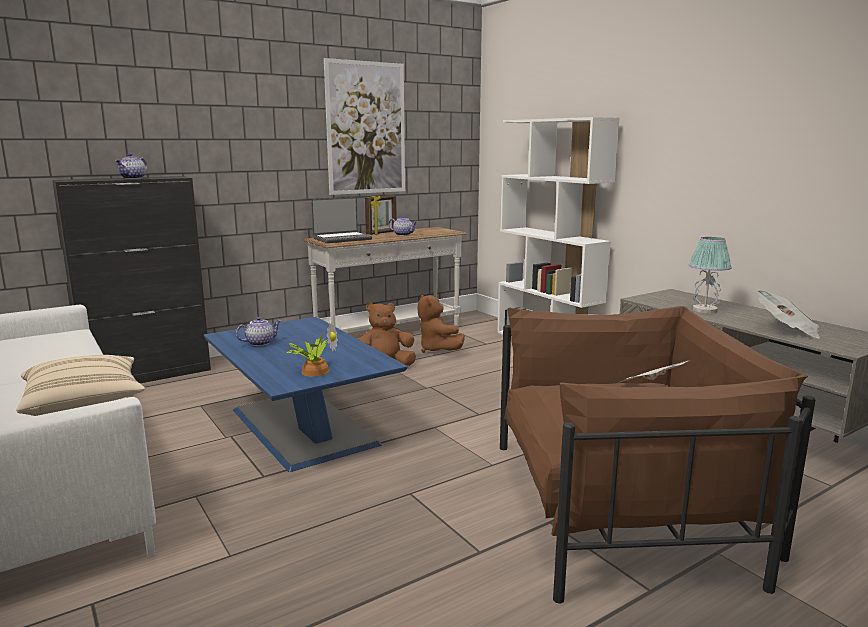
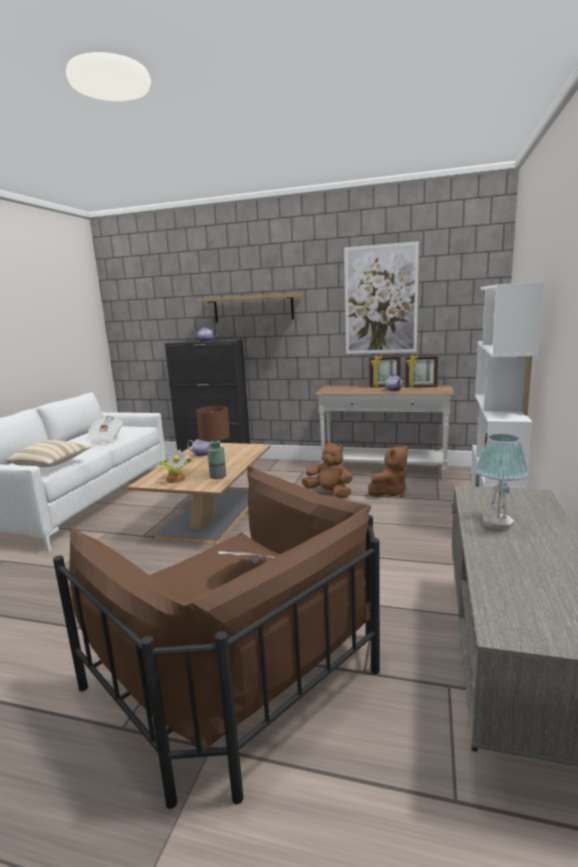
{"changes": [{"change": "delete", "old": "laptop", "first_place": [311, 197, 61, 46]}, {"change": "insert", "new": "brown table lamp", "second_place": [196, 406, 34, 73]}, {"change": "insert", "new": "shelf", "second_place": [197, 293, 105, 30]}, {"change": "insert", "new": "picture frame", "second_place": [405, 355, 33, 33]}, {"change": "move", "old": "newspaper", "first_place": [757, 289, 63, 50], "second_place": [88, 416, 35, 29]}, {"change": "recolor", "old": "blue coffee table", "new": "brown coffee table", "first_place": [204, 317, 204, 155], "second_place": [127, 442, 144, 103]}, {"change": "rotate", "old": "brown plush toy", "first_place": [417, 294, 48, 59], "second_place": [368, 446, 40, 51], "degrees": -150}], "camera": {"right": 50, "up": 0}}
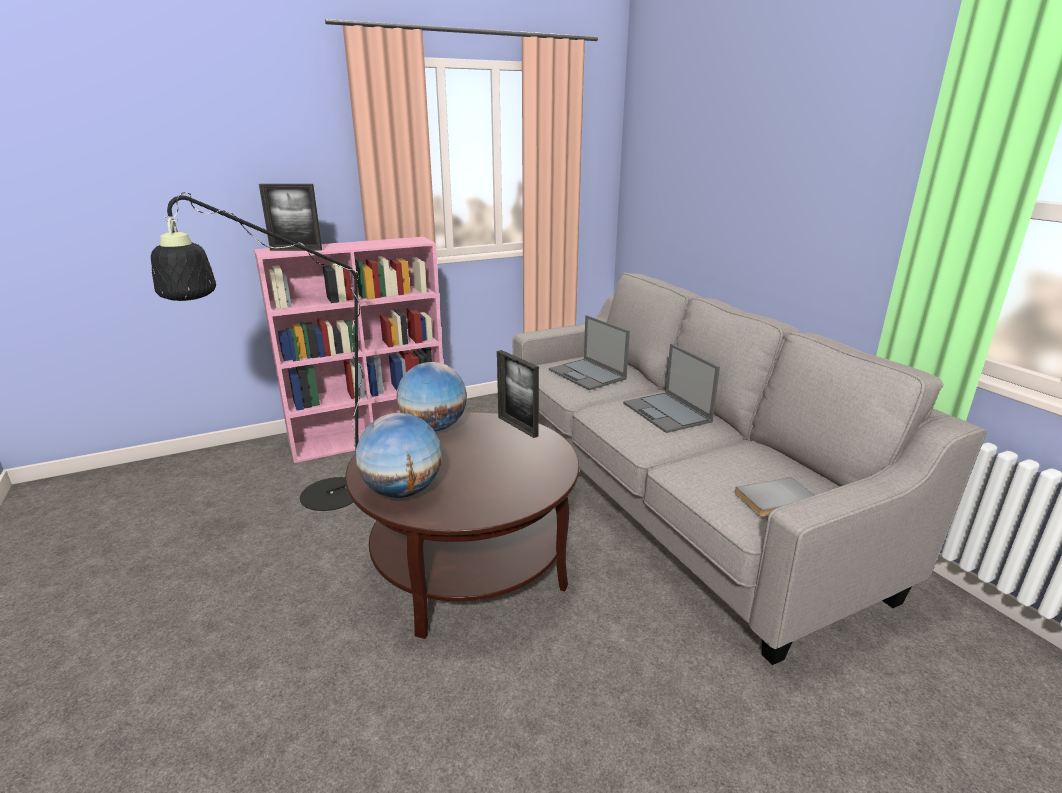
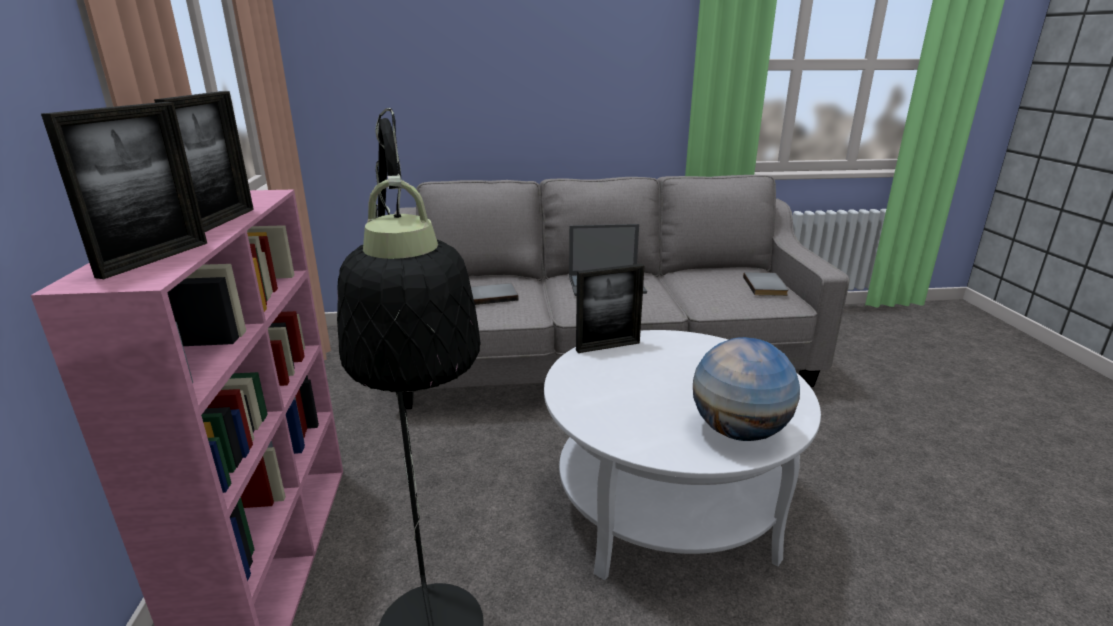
{"changes": [{"change": "delete", "old": "globe", "first_place": [396, 362, 71, 69]}, {"change": "insert", "new": "picture frame", "second_place": [154, 91, 100, 141]}, {"change": "replace", "old": "laptop", "new": "grey book", "first_place": [549, 315, 81, 75], "second_place": [471, 283, 47, 22]}, {"change": "recolor", "old": "brown coffee table", "new": "white coffee table", "first_place": [345, 413, 234, 226], "second_place": [544, 330, 277, 250]}], "camera": {"right": -70, "up": 0}}
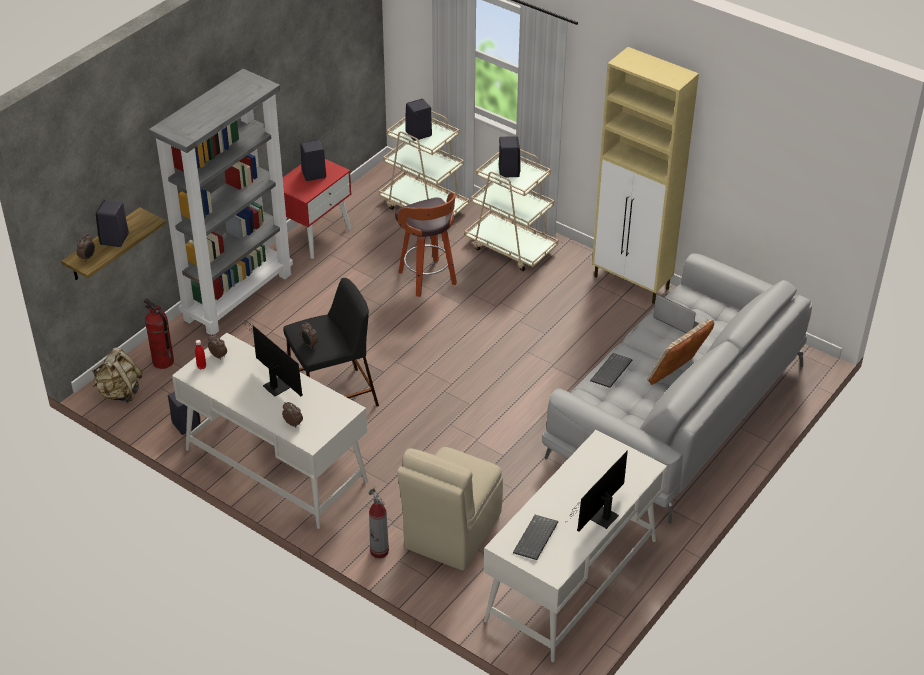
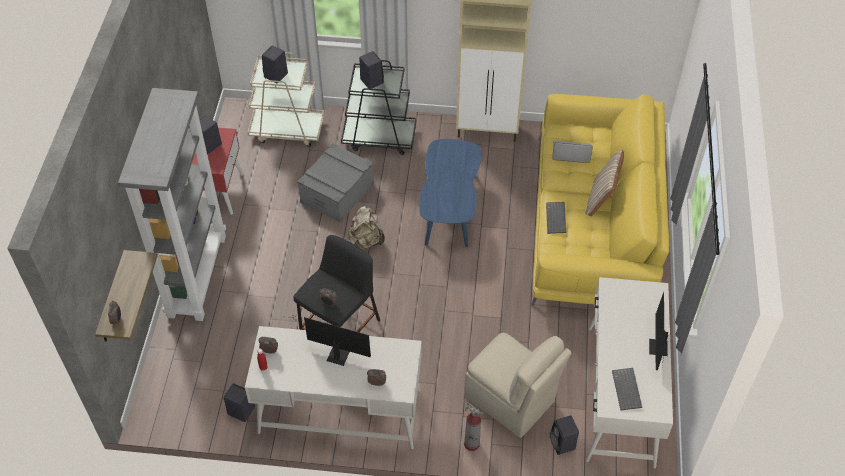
{"changes": [{"change": "delete", "old": "fire extinguisher", "first_place": [144, 298, 30, 71]}, {"change": "insert", "new": "blue coffee table", "second_place": [419, 139, 62, 108]}, {"change": "move", "old": "beige backpack", "first_place": [92, 347, 50, 56], "second_place": [348, 206, 37, 43]}, {"change": "move", "old": "black speaker", "first_place": [96, 200, 33, 47], "second_place": [550, 415, 29, 40]}, {"change": "replace", "old": "stool", "new": "grey storage box", "first_place": [395, 193, 62, 104], "second_place": [297, 143, 77, 79]}, {"change": "recolor", "old": "beige cart", "new": "black cart", "first_place": [465, 149, 93, 122], "second_place": [341, 60, 75, 95]}, {"change": "recolor", "old": "grey sofa", "new": "yellow sofa", "first_place": [542, 253, 270, 271], "second_place": [531, 94, 138, 212]}, {"change": "rotate", "old": "beige chair", "first_place": [397, 447, 106, 124], "second_place": [464, 333, 107, 105], "degrees": -45}], "camera": {"right": -30, "up": 10}}
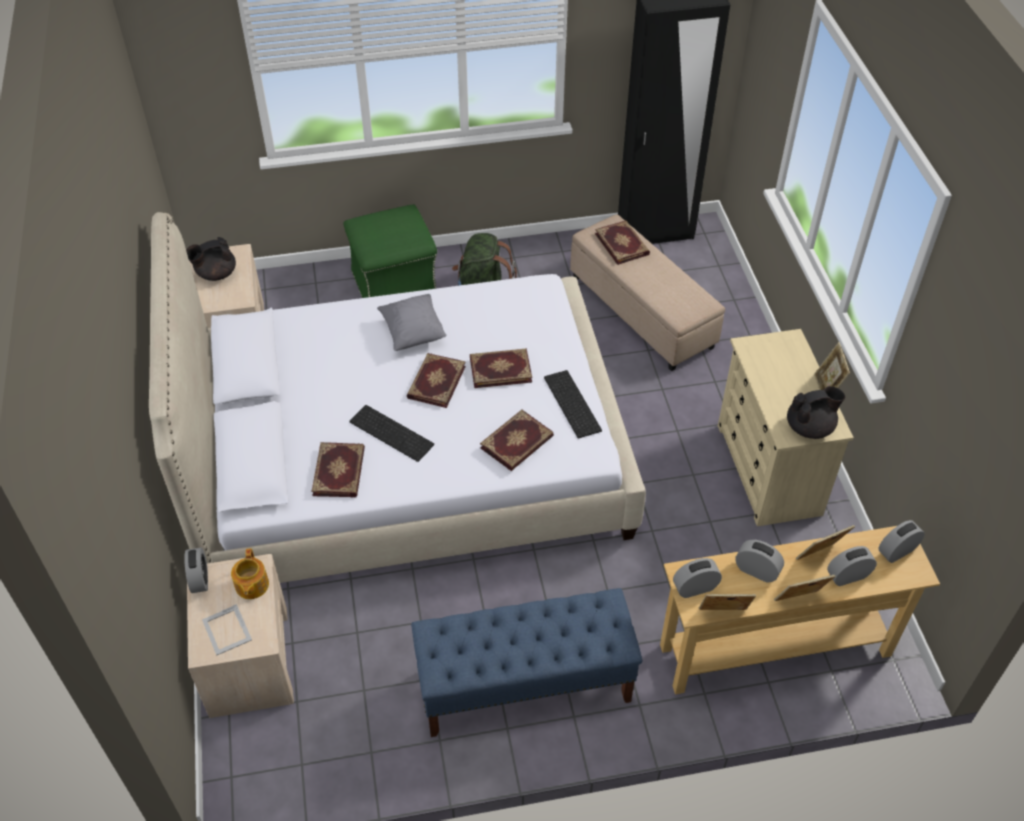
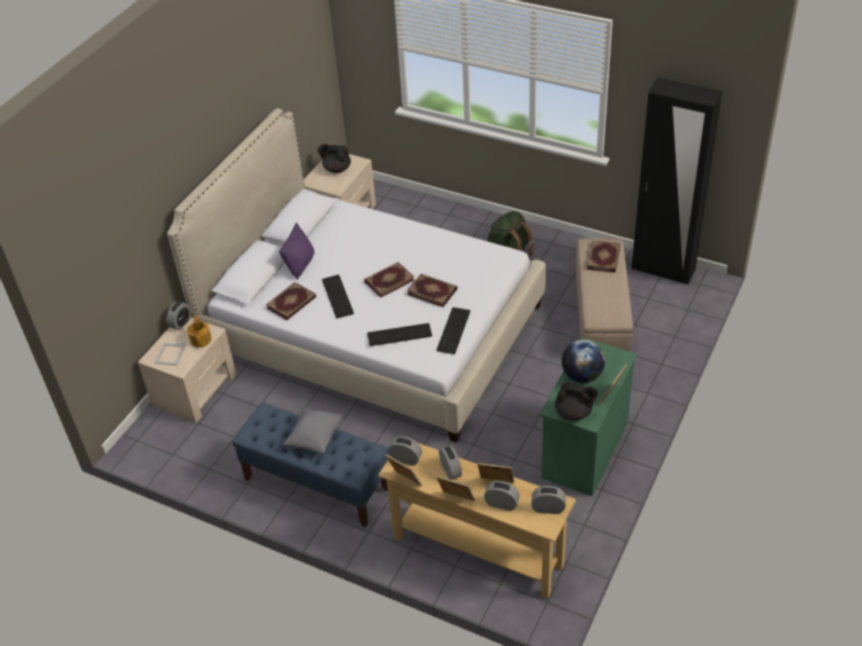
{"changes": [{"change": "delete", "old": "green ottoman", "first_place": [344, 204, 93, 94]}, {"change": "insert", "new": "purple pillow", "second_place": [279, 223, 36, 57]}, {"change": "insert", "new": "globe", "second_place": [562, 340, 43, 43]}, {"change": "move", "old": "grey pillow", "first_place": [377, 294, 70, 57], "second_place": [283, 407, 59, 46]}, {"change": "replace", "old": "book", "new": "keyboard", "first_place": [480, 410, 74, 61], "second_place": [367, 323, 65, 23]}, {"change": "recolor", "old": "beige dresser", "new": "green dresser", "first_place": [718, 329, 136, 197], "second_place": [540, 337, 97, 159]}, {"change": "rotate", "old": "teapot", "first_place": [231, 549, 38, 50], "second_place": [187, 315, 25, 33], "degrees": 135}], "camera": {"right": 40, "up": -5}}
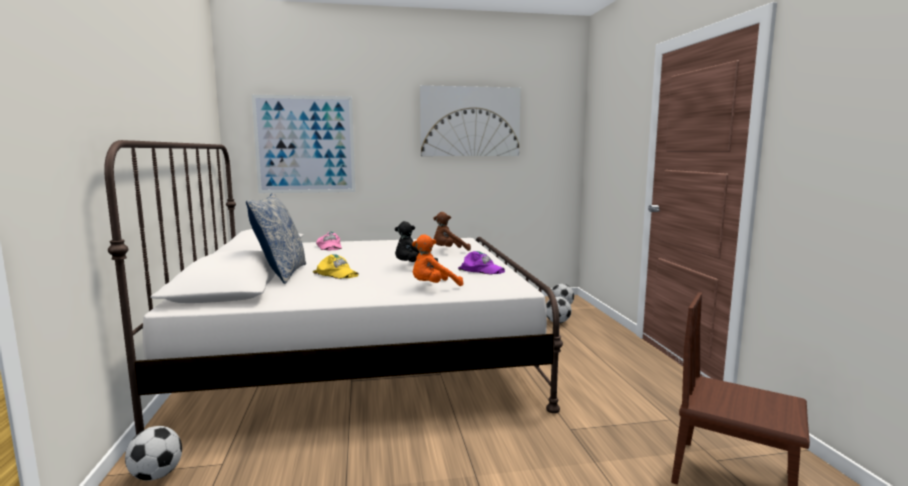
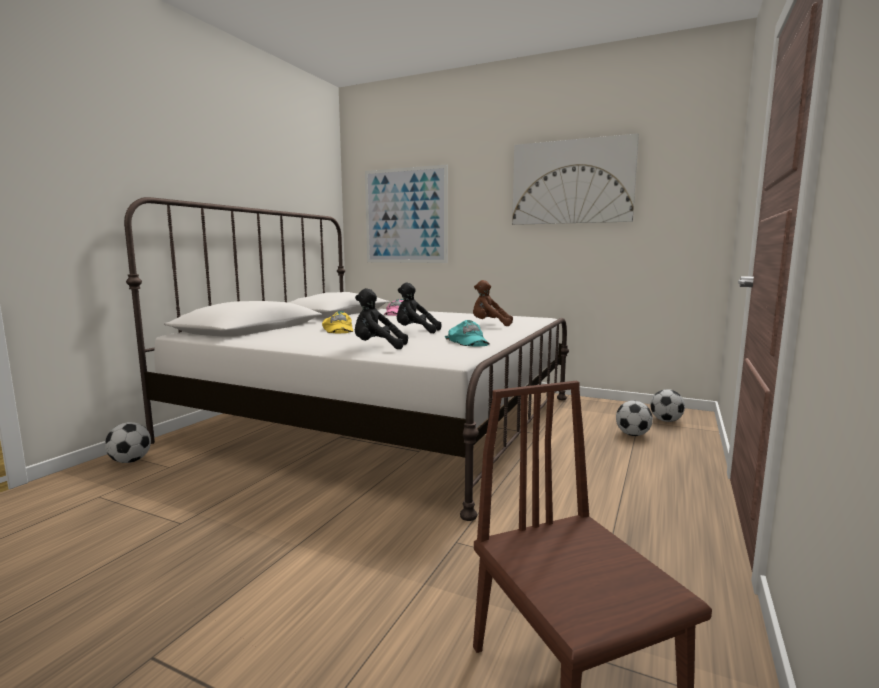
{"changes": [{"change": "delete", "old": "pillow", "first_place": [246, 193, 60, 91]}, {"change": "recolor", "old": "orange plush toy", "new": "black plush toy", "first_place": [412, 234, 51, 52], "second_place": [355, 288, 53, 61]}, {"change": "recolor", "old": "purple cap", "new": "turquoise cap", "first_place": [458, 251, 47, 23], "second_place": [445, 320, 45, 27]}], "camera": {"right": 35, "up": 0}}
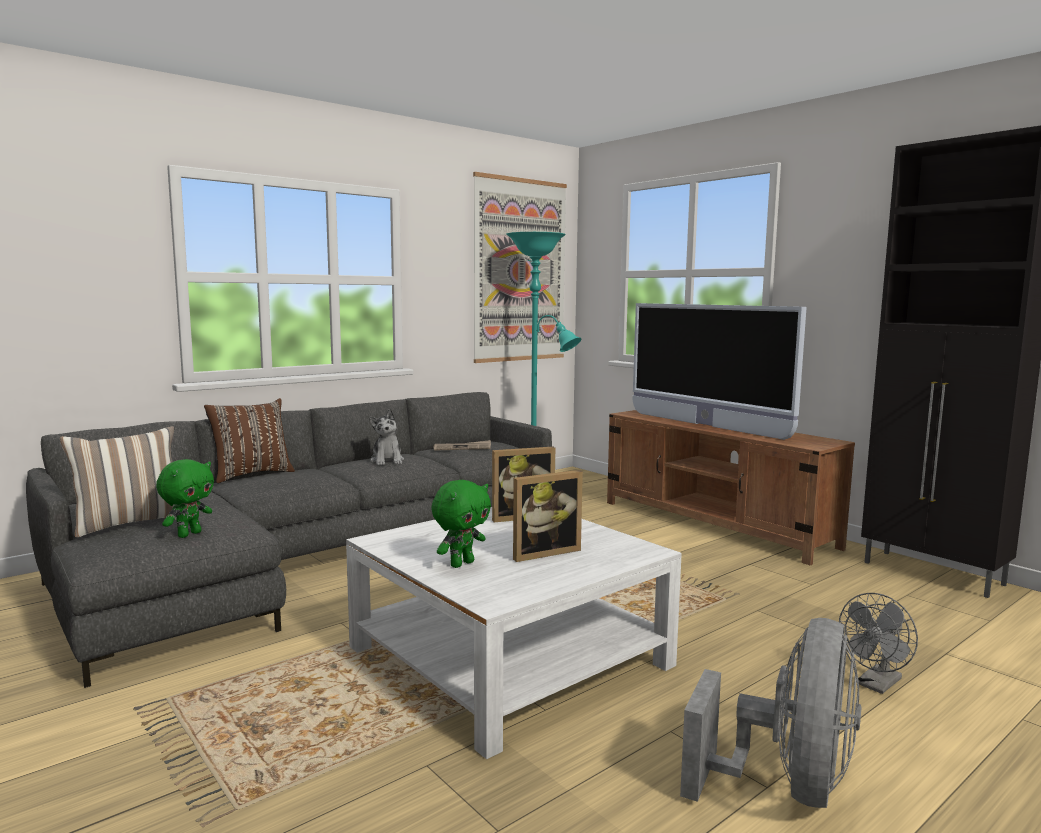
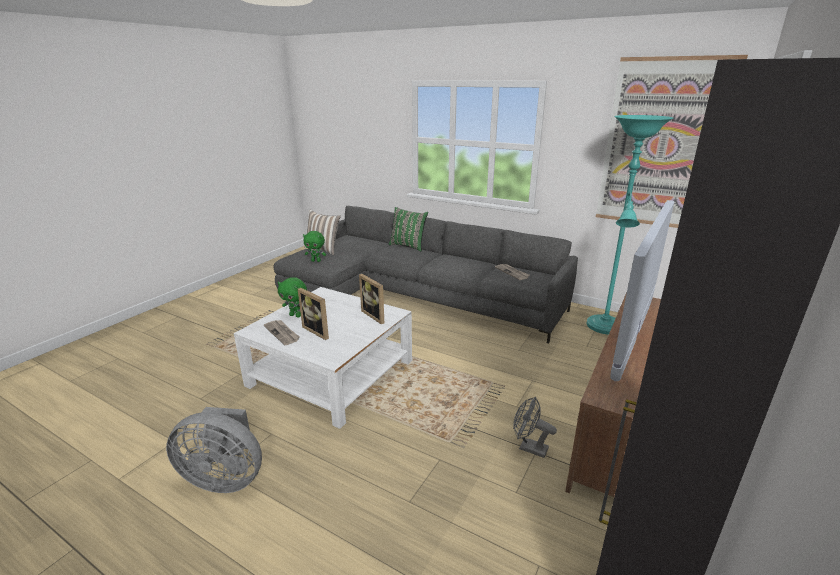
{"changes": [{"change": "delete", "old": "plush toy", "first_place": [369, 409, 35, 57]}, {"change": "insert", "new": "newspaper", "second_place": [264, 320, 35, 25]}, {"change": "move", "old": "grey fan", "first_place": [839, 593, 79, 101], "second_place": [513, 397, 44, 61]}, {"change": "recolor", "old": "brown pillow", "new": "green pillow", "first_place": [204, 398, 91, 85], "second_place": [389, 207, 39, 44]}], "camera": {"right": 70, "up": 15}}
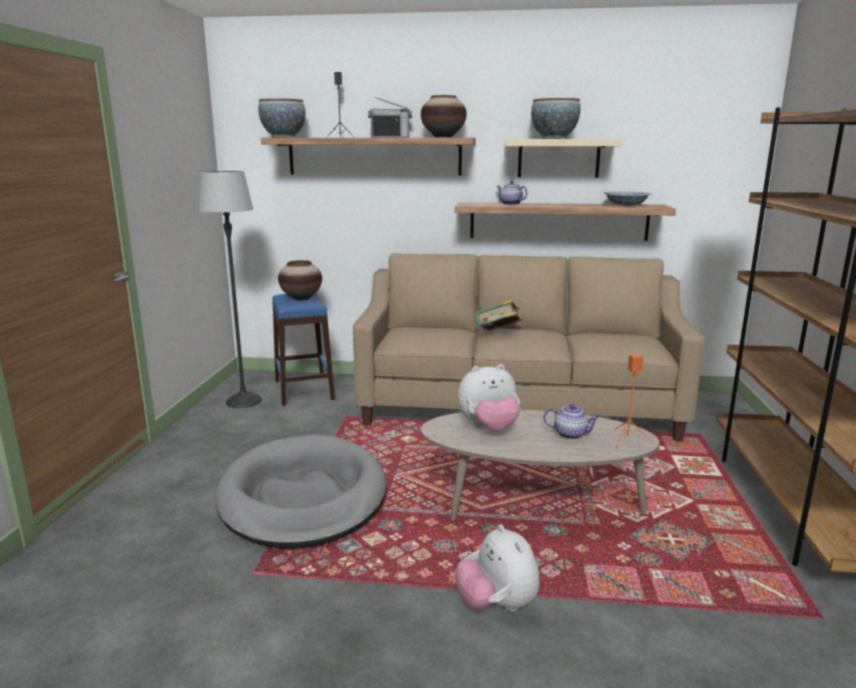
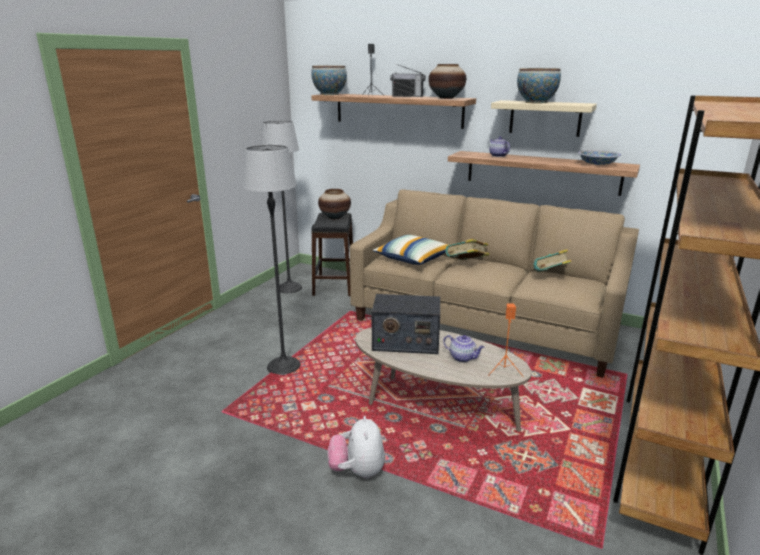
{"changes": [{"change": "insert", "new": "pillow", "second_place": [373, 235, 75, 30]}, {"change": "insert", "new": "book", "second_place": [533, 249, 39, 23]}, {"change": "replace", "old": "grey dog bed", "new": "floor lamp", "first_place": [215, 434, 172, 114], "second_place": [242, 145, 59, 229]}, {"change": "replace", "old": "plush toy", "new": "radio", "first_place": [457, 364, 63, 68], "second_place": [371, 294, 69, 60]}, {"change": "recolor", "old": "blue stool", "new": "black stool", "first_place": [272, 293, 63, 113], "second_place": [312, 213, 41, 83]}], "camera": {"right": 20, "up": 5}}
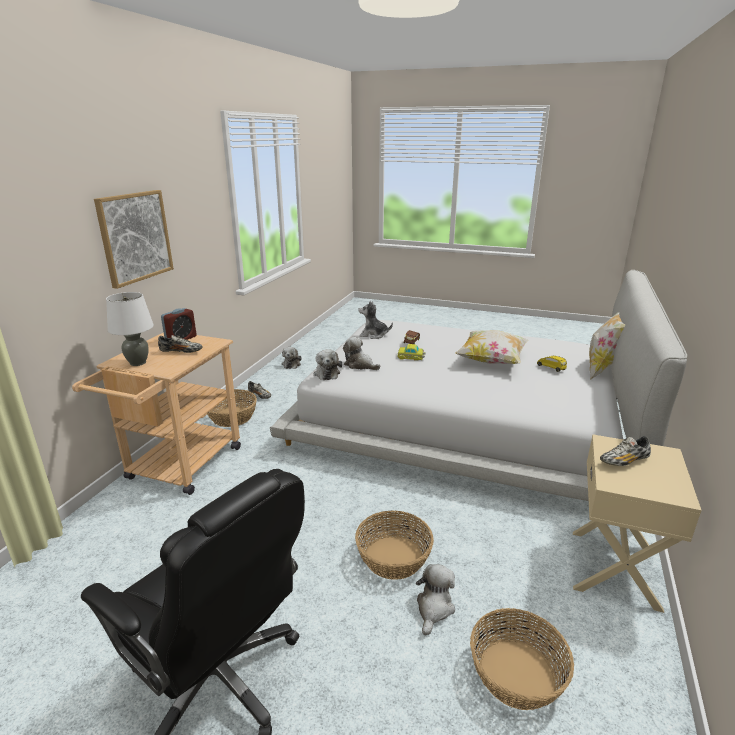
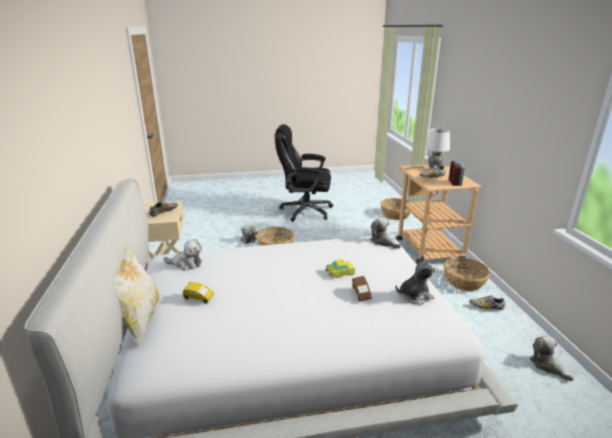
{"changes": [{"change": "delete", "old": "picture", "first_place": [94, 190, 80, 99]}, {"change": "delete", "old": "pillow", "first_place": [455, 330, 73, 34]}, {"change": "move", "old": "plush toy", "first_place": [343, 337, 37, 33], "second_place": [163, 239, 39, 32]}, {"change": "move", "old": "basket", "first_place": [470, 608, 104, 102], "second_place": [380, 198, 31, 22]}], "camera": {"right": 150, "up": 0}}
